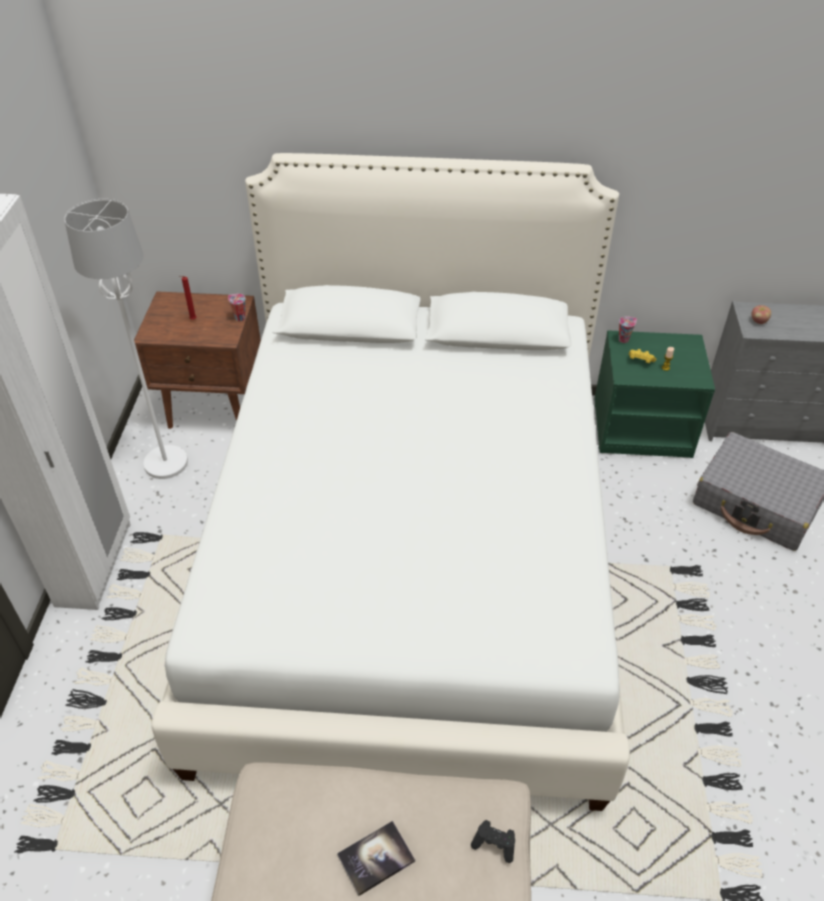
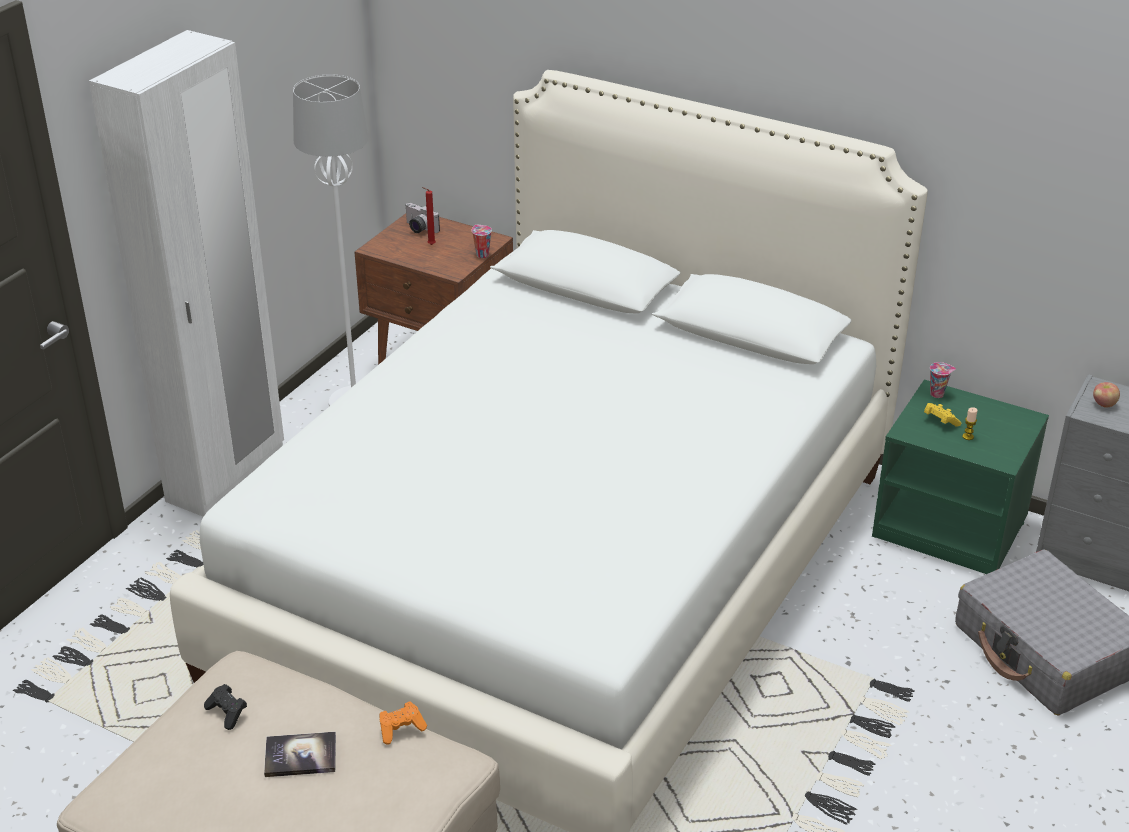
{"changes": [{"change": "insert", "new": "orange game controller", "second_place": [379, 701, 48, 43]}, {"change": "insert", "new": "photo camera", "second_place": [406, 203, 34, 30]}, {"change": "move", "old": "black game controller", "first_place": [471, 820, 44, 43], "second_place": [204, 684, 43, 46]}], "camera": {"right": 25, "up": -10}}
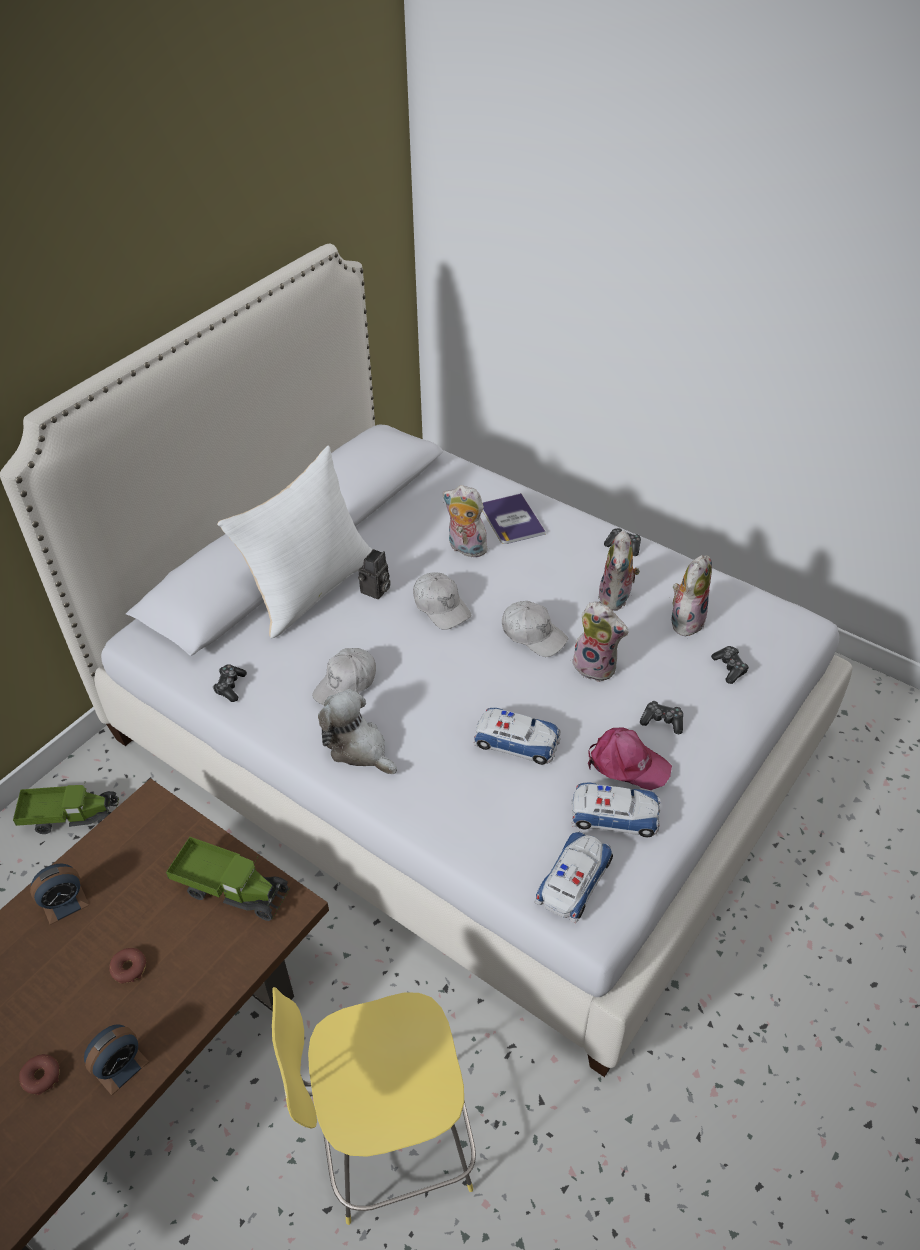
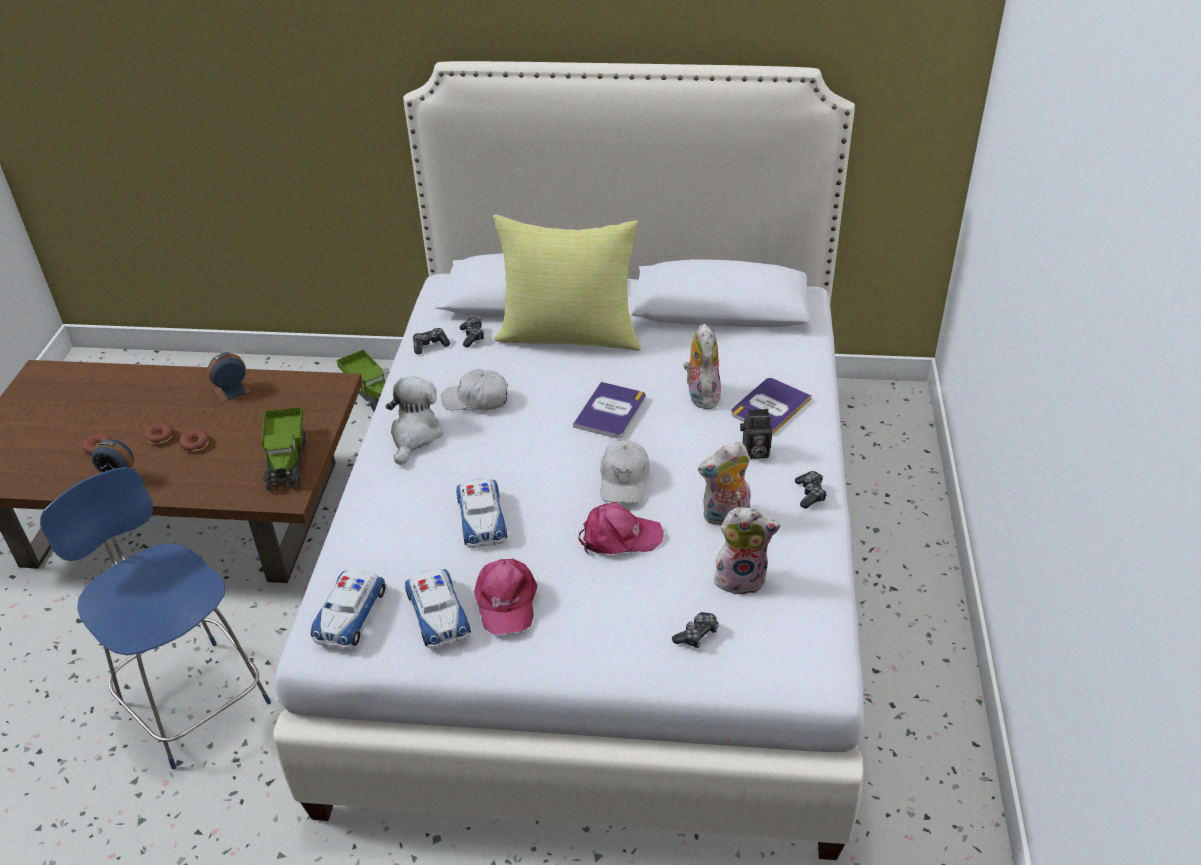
{"changes": [{"change": "insert", "new": "donut", "second_place": [144, 423, 30, 22]}, {"change": "move", "old": "photo camera", "first_place": [358, 549, 33, 50], "second_place": [740, 409, 32, 50]}, {"change": "move", "old": "game controller", "first_place": [640, 701, 43, 33], "second_place": [460, 317, 24, 30]}, {"change": "replace", "old": "white cap", "new": "book", "first_place": [413, 572, 58, 58], "second_place": [573, 382, 73, 56]}, {"change": "replace", "old": "plush toy", "new": "pink cap", "first_place": [570, 601, 58, 81], "second_place": [578, 502, 86, 53]}, {"change": "recolor", "old": "white pillow", "new": "yellow pillow", "first_place": [217, 446, 155, 192], "second_place": [492, 215, 149, 136]}, {"change": "recolor", "old": "yellow stool", "new": "blue stool", "first_place": [272, 987, 204, 238], "second_place": [40, 467, 231, 302]}, {"change": "rotate", "old": "alarm clock", "first_place": [30, 864, 59, 61], "second_place": [208, 352, 44, 50], "degrees": 120}, {"change": "rotate", "old": "toy car", "first_place": [534, 831, 79, 92], "second_place": [311, 569, 76, 81], "degrees": 105}], "camera": {"right": 60, "up": -5}}
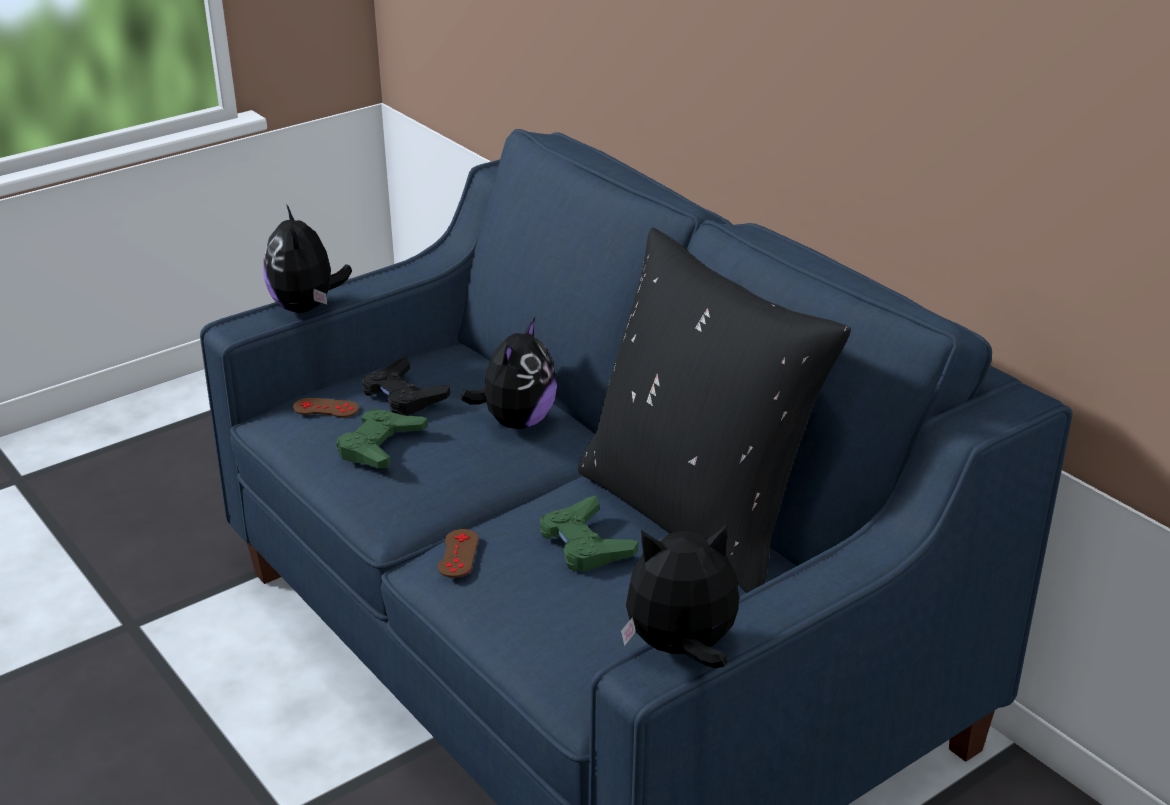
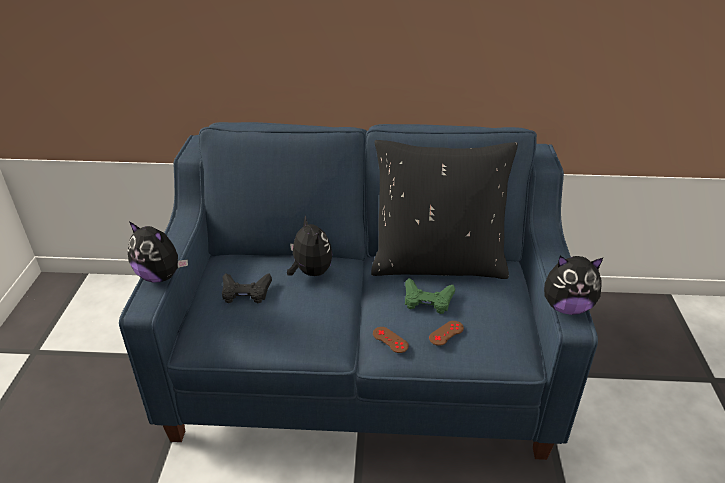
{"changes": [{"change": "delete", "old": "green game controller", "first_place": [337, 408, 91, 60]}, {"change": "move", "old": "brown game controller", "first_place": [293, 398, 66, 20], "second_place": [429, 321, 35, 25]}, {"change": "rotate", "old": "plush toy", "first_place": [621, 524, 118, 144], "second_place": [544, 256, 60, 59], "degrees": -120}], "camera": {"right": -50, "up": 5}}
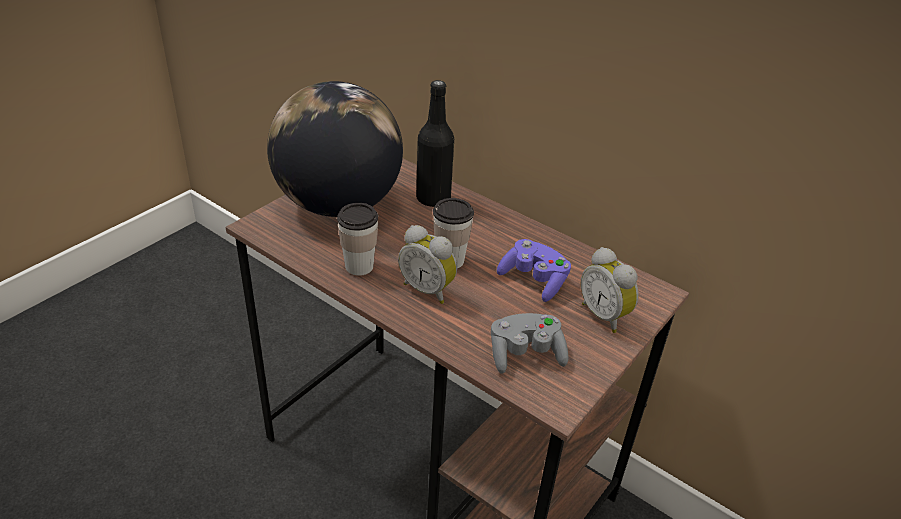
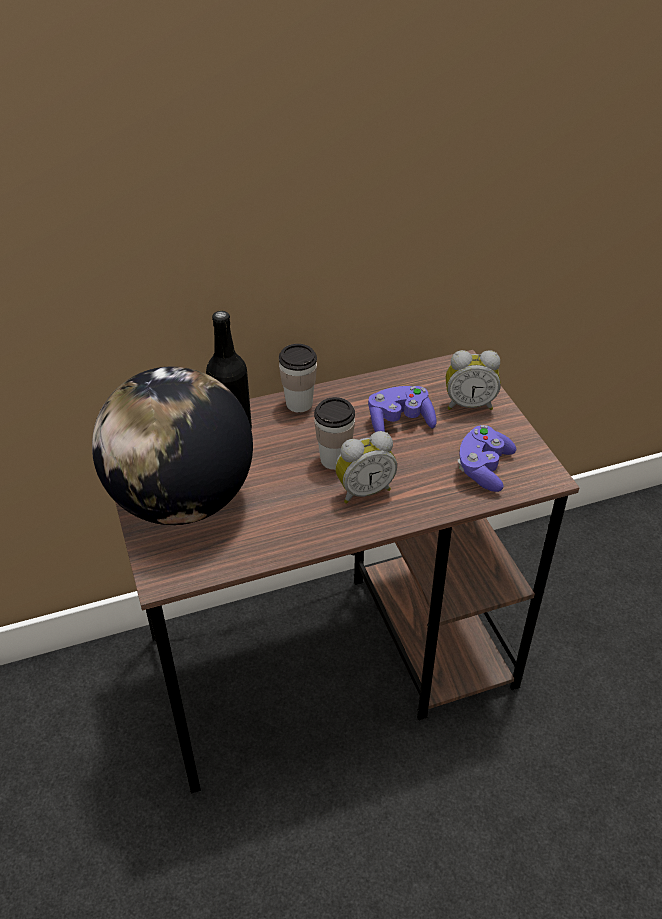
{"changes": [{"change": "move", "old": "cup", "first_place": [337, 203, 41, 73], "second_place": [279, 344, 38, 69]}, {"change": "recolor", "old": "grey game controller", "new": "purple game controller", "first_place": [491, 313, 78, 61], "second_place": [458, 425, 58, 67]}], "camera": {"right": -55, "up": 5}}
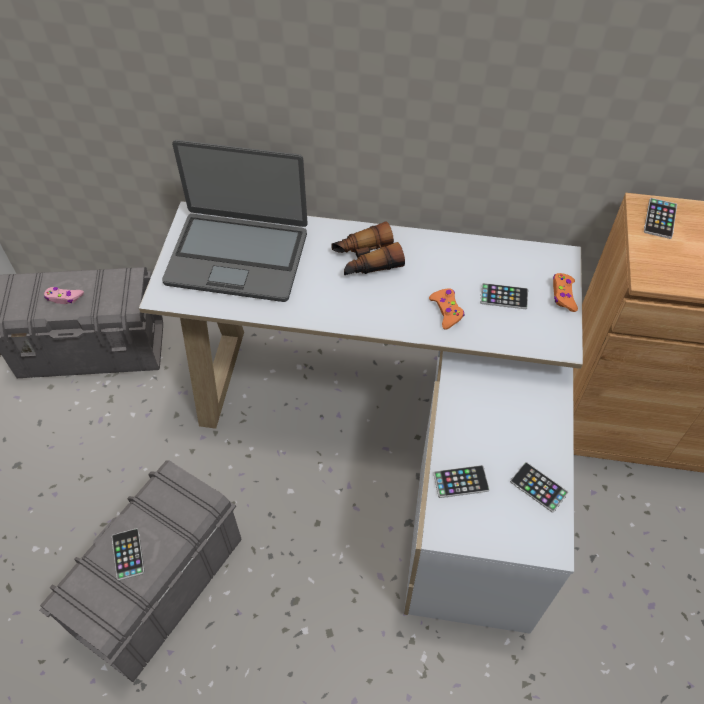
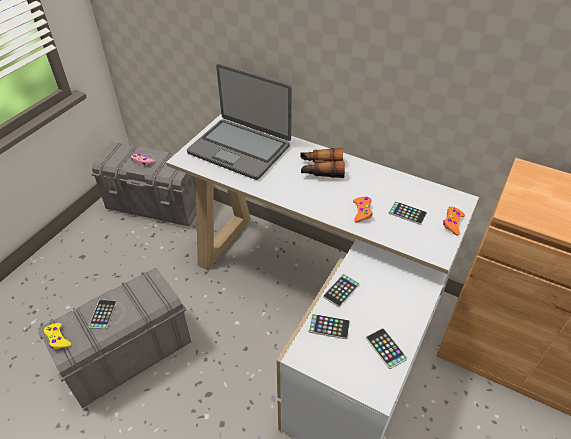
{"changes": [{"change": "insert", "new": "yellow game controller", "second_place": [43, 323, 28, 26]}, {"change": "move", "old": "phone", "first_place": [644, 198, 33, 41], "second_place": [323, 274, 37, 33]}], "camera": {"right": 20, "up": -10}}
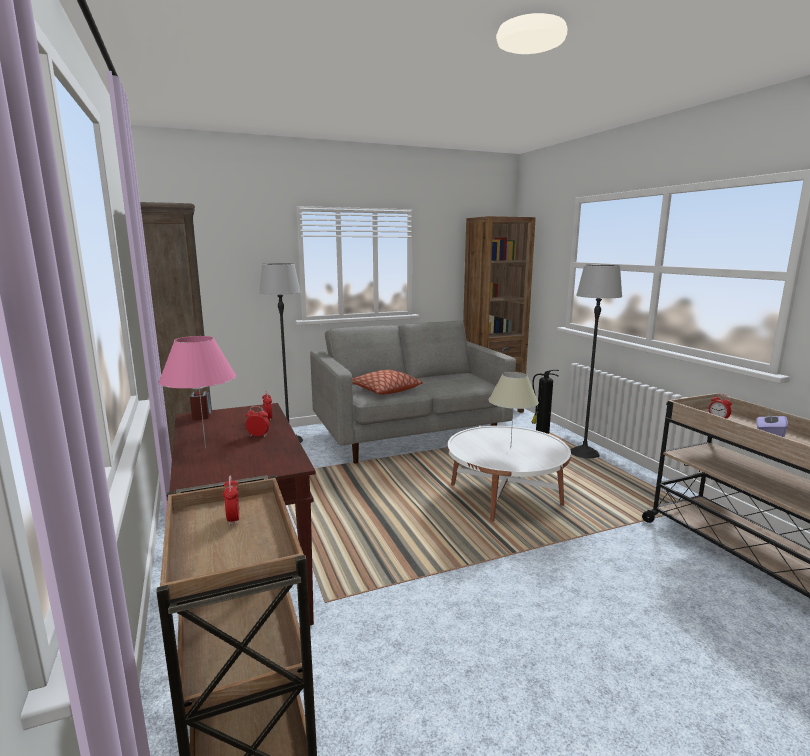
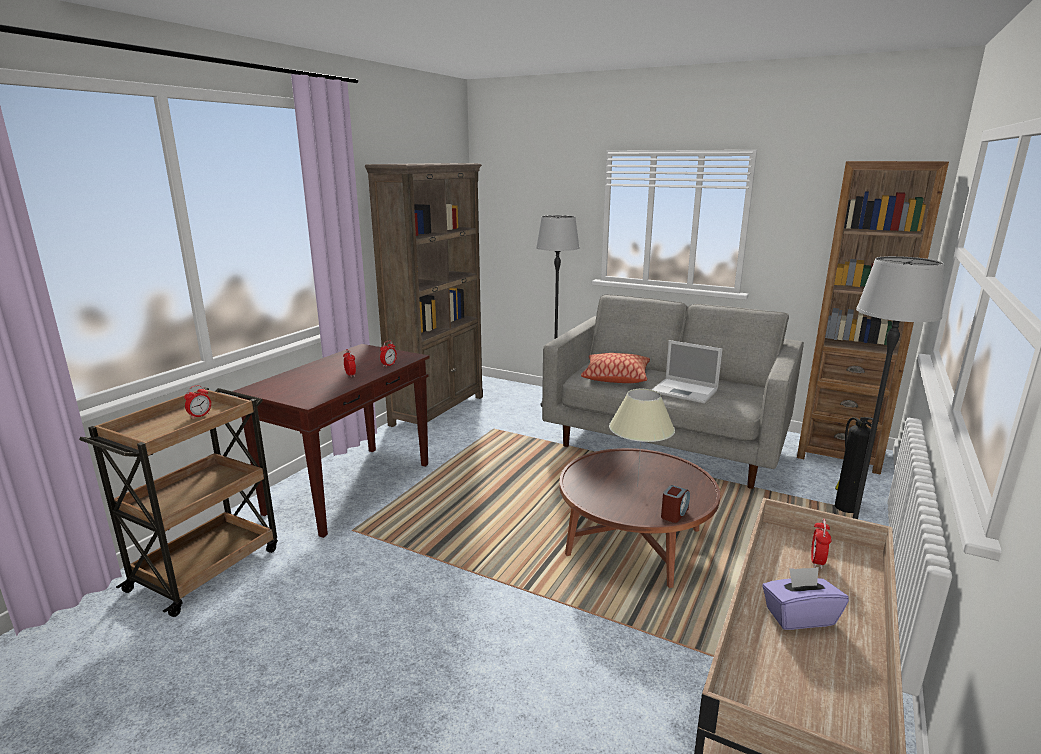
{"changes": [{"change": "delete", "old": "pink table lamp", "first_place": [158, 336, 78, 112]}, {"change": "insert", "new": "laptop", "second_place": [651, 340, 71, 63]}, {"change": "move", "old": "alarm clock", "first_place": [190, 391, 21, 29], "second_place": [661, 485, 29, 38]}, {"change": "recolor", "old": "white coffee table", "new": "brown coffee table", "first_place": [447, 426, 124, 96], "second_place": [559, 448, 161, 140]}], "camera": {"right": 50, "up": 5}}
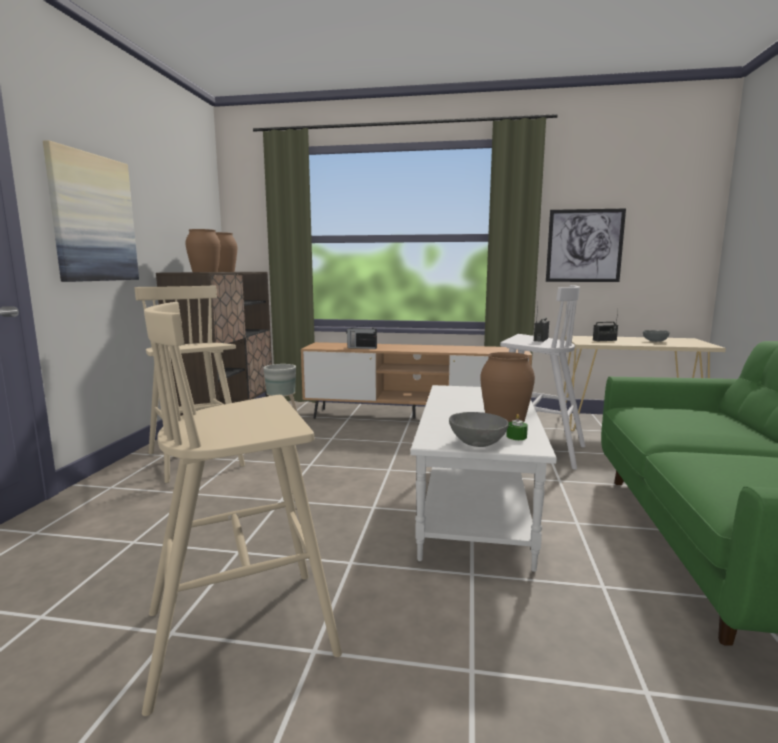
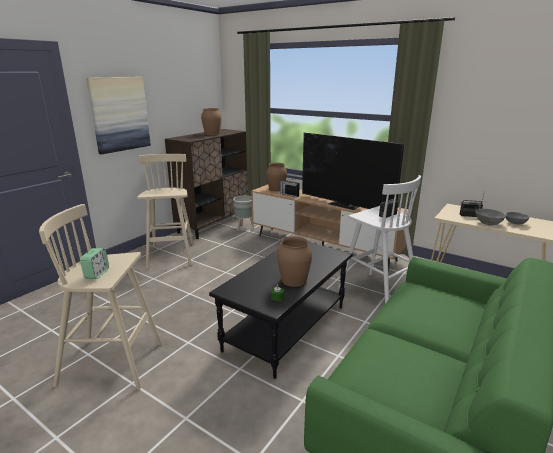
{"changes": [{"change": "delete", "old": "picture", "first_place": [546, 208, 80, 74]}, {"change": "insert", "new": "alarm clock", "second_place": [80, 248, 29, 31]}, {"change": "insert", "new": "television", "second_place": [302, 132, 102, 78]}, {"change": "move", "old": "brown vase", "first_place": [185, 229, 36, 43], "second_place": [266, 163, 21, 28]}, {"change": "move", "old": "grey bowl", "first_place": [449, 412, 60, 35], "second_place": [475, 209, 31, 16]}, {"change": "recolor", "old": "white coffee table", "new": "black coffee table", "first_place": [410, 385, 147, 187], "second_place": [209, 242, 144, 137]}], "camera": {"right": 25, "up": 10}}
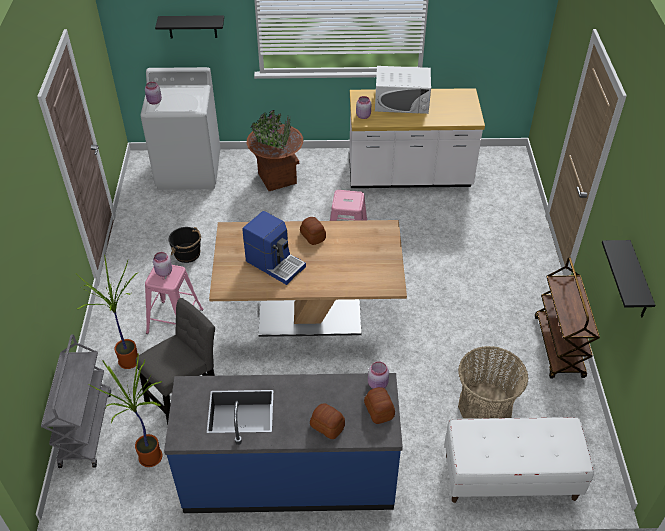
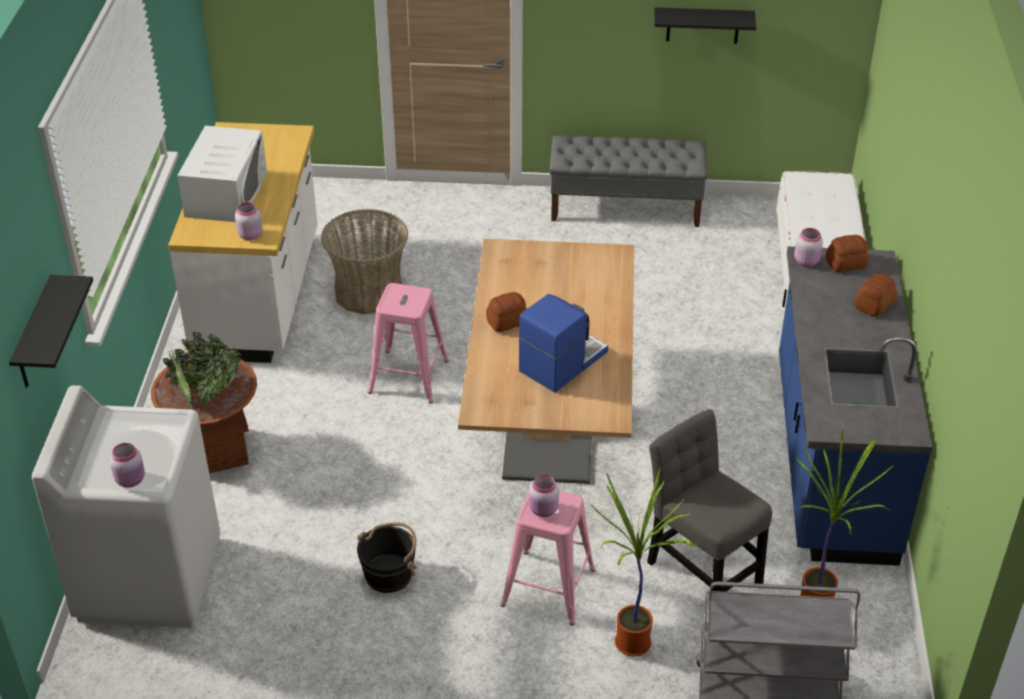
{"changes": [{"change": "move", "old": "basket", "first_place": [458, 346, 71, 73], "second_place": [321, 209, 87, 105]}, {"change": "replace", "old": "brown cart", "new": "grey bench", "first_place": [535, 258, 65, 121], "second_place": [550, 136, 157, 91]}], "camera": {"right": -85, "up": -5}}
